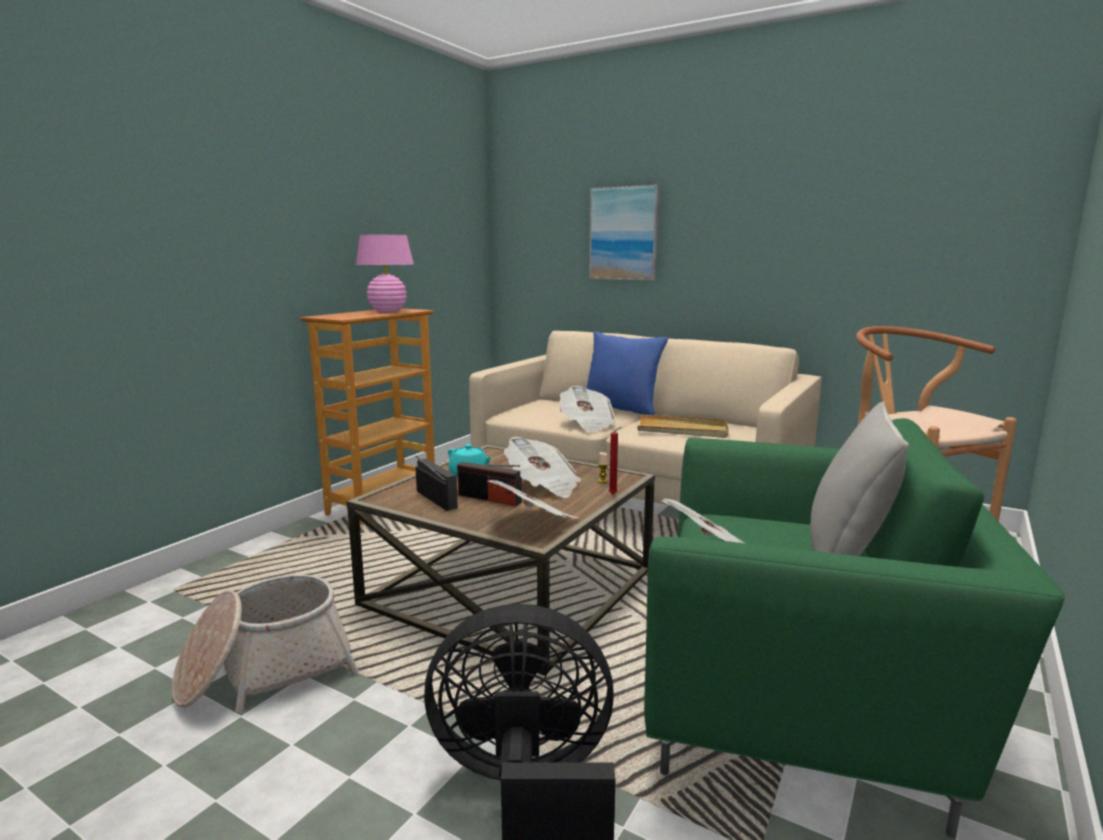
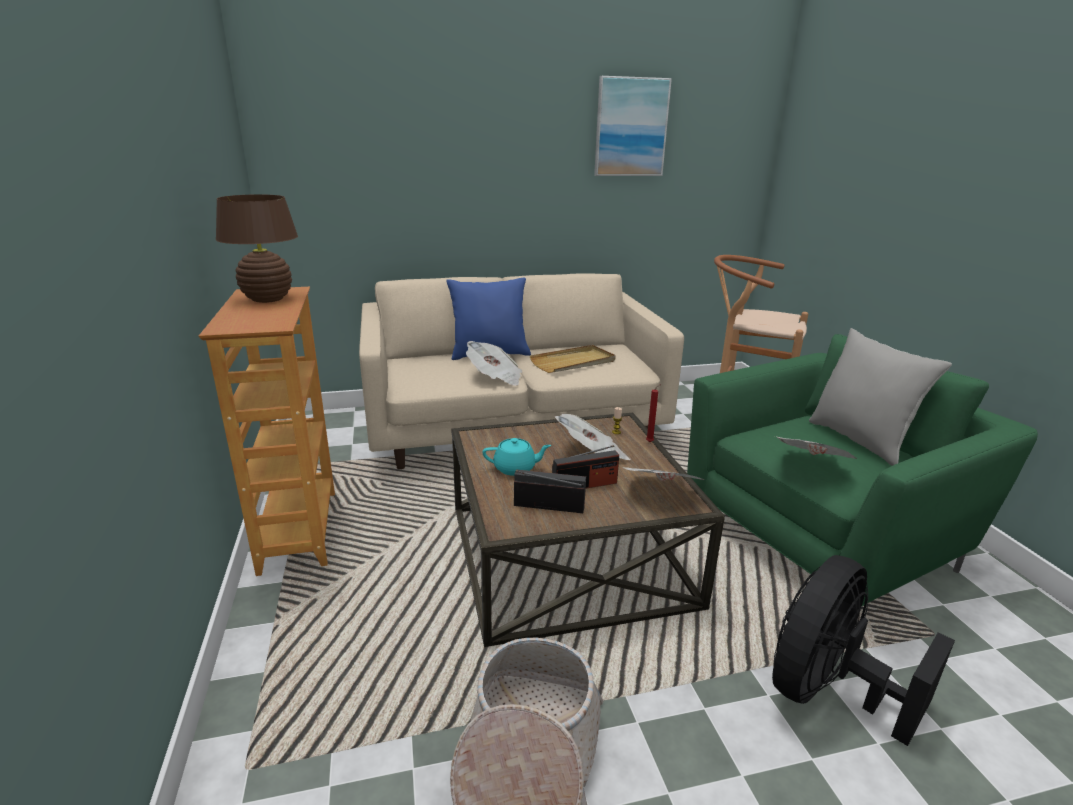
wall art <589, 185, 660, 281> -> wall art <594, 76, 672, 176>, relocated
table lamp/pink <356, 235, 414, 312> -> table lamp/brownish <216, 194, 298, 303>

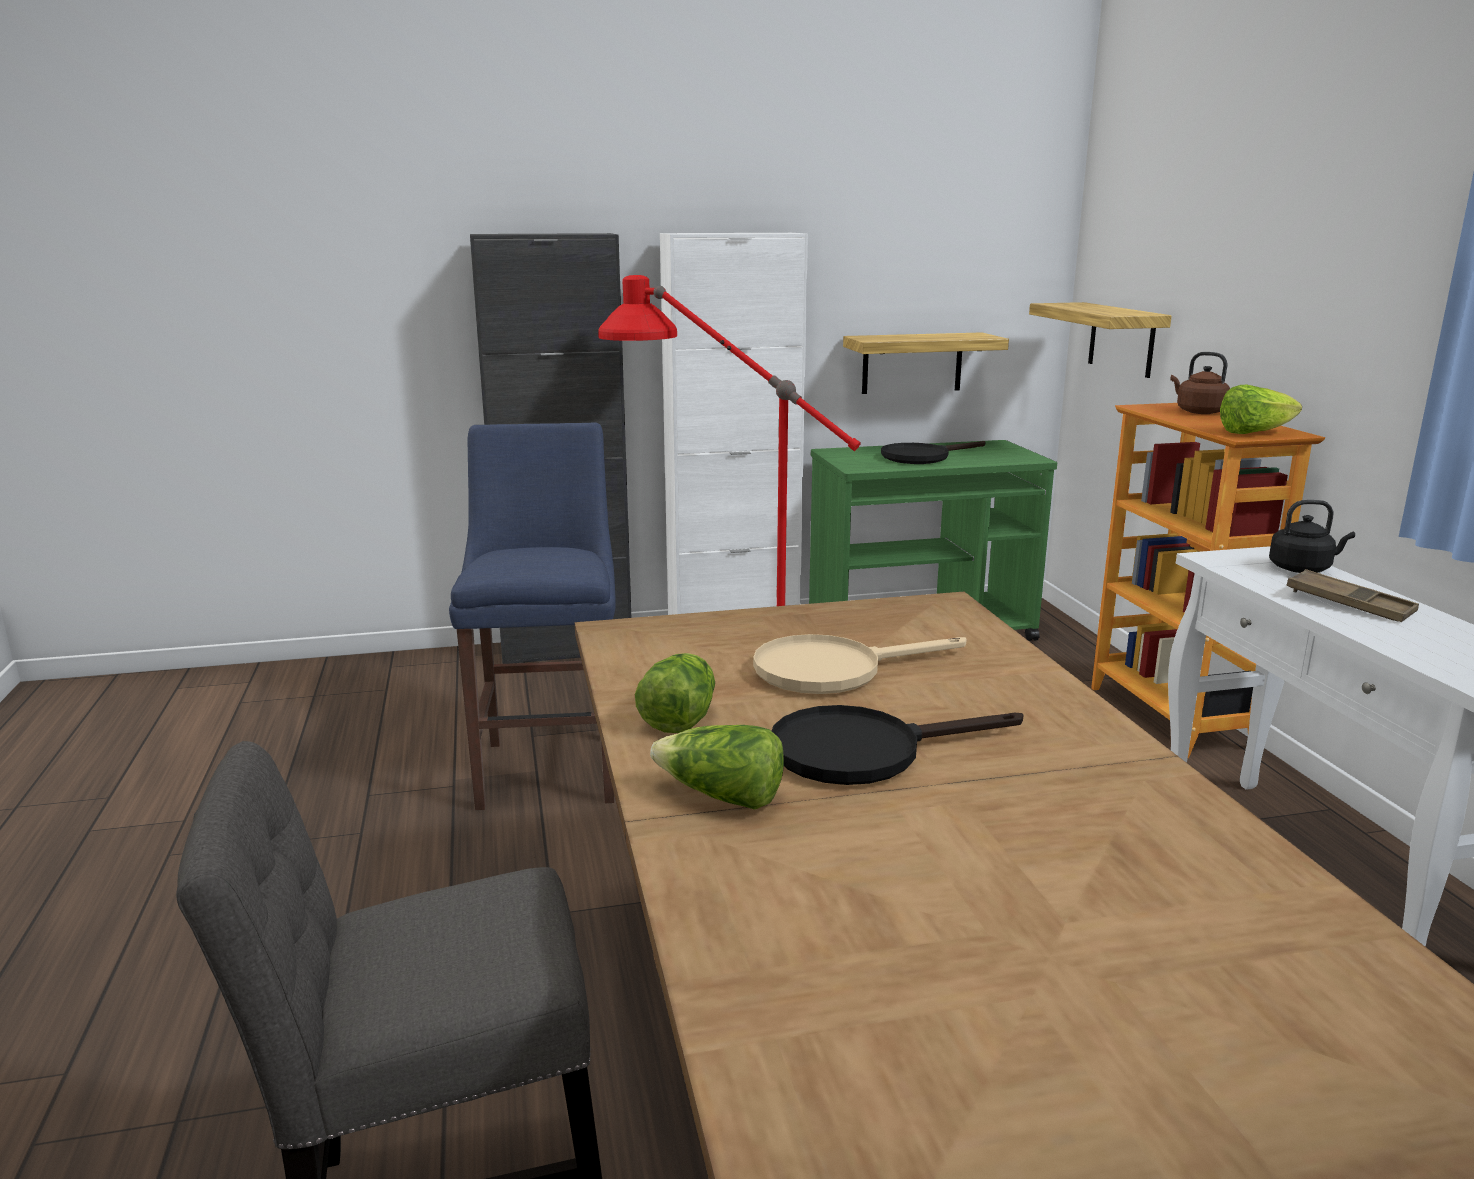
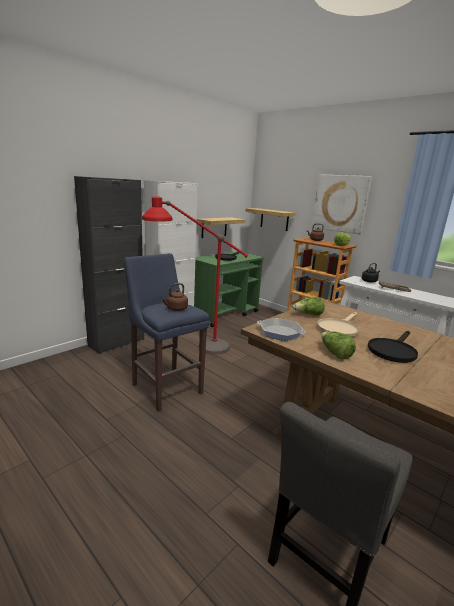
lettuce head <650, 725, 784, 810> -> lettuce head <293, 297, 325, 315>, relocated
none -> wall art <312, 174, 372, 235>
none -> water kettle/brownish <161, 283, 188, 311>
none -> frying pan <257, 318, 306, 341>

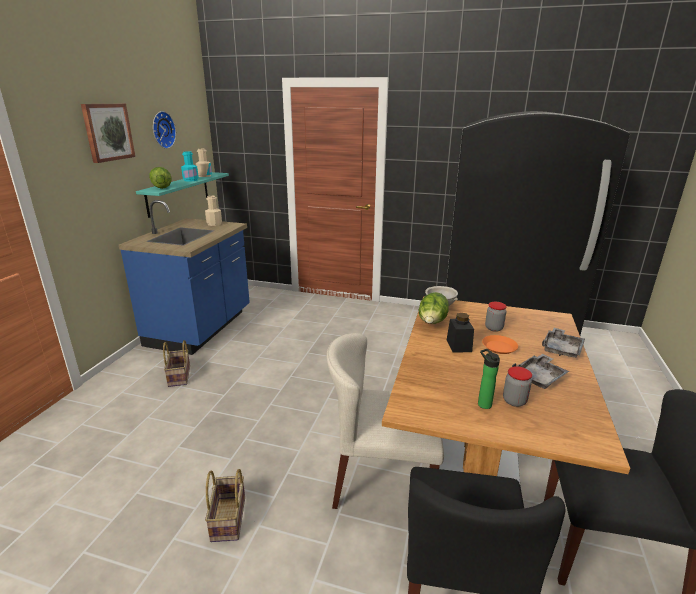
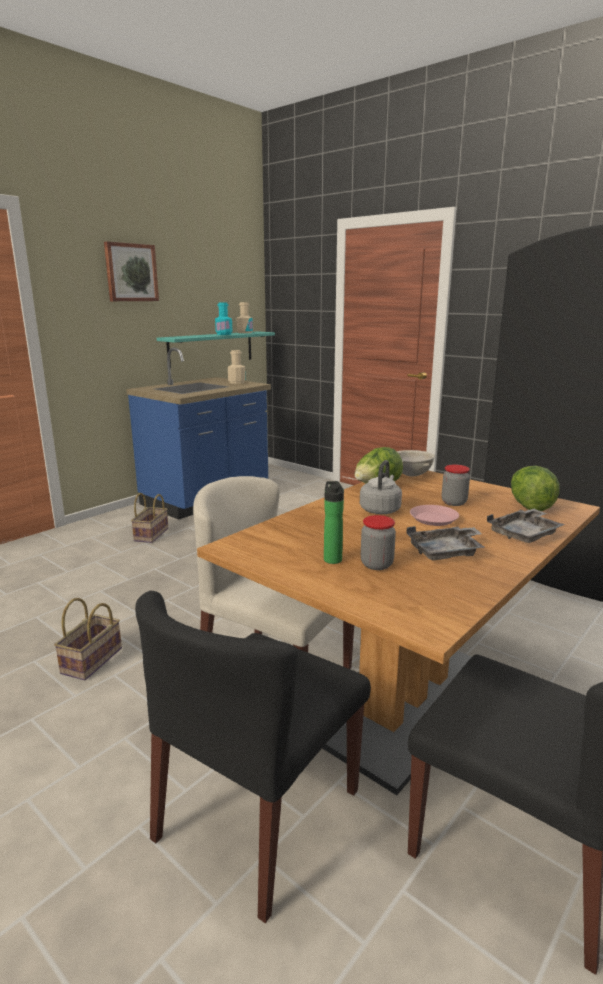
wall clock <153, 111, 176, 149> -> none
lettuce head <149, 167, 172, 189> -> lettuce head <511, 466, 559, 511>, relocated
jar/black <447, 313, 474, 353> -> water kettle/gray <360, 460, 402, 514>
plate/orange-coloured <482, 335, 518, 354> -> plate/pink <410, 505, 459, 526>

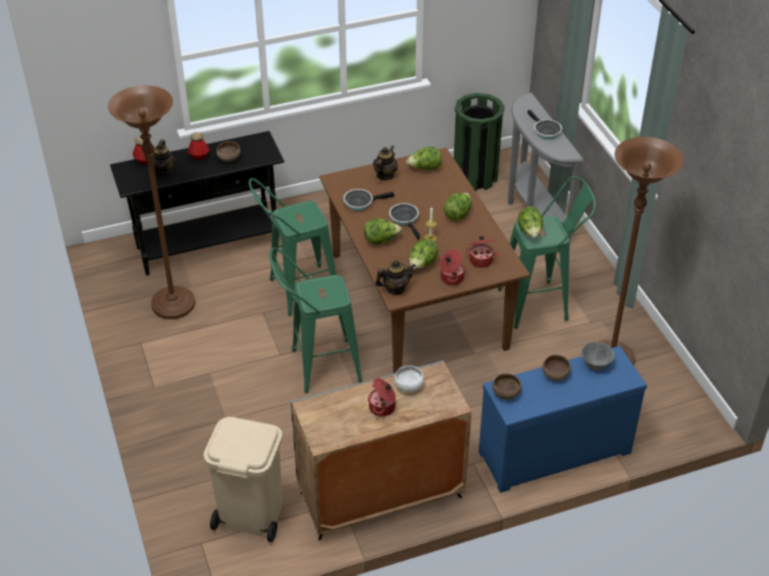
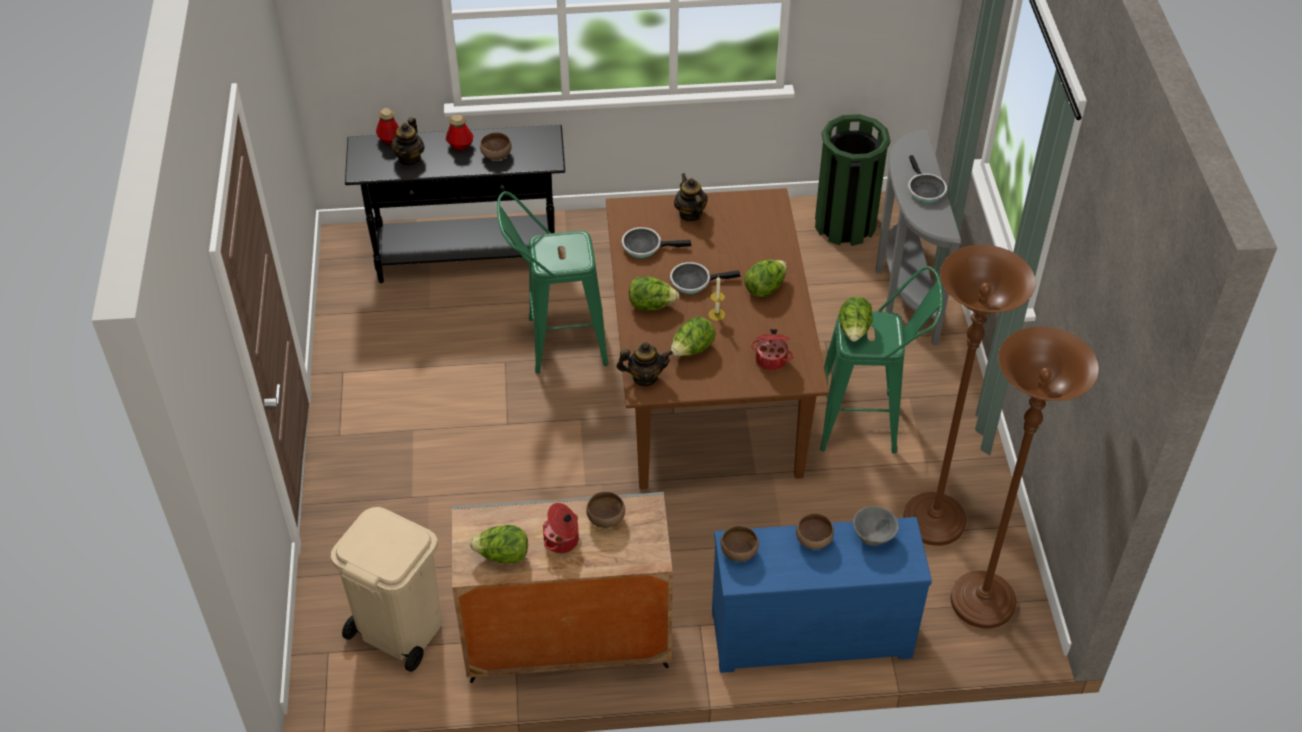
standard lamp/brownish <108, 85, 195, 319> -> standard lamp/brownish <950, 326, 1099, 628>, relocated
teapot <373, 146, 398, 180> -> teapot <674, 173, 708, 222>, 60 degrees counterclockwise
lettuce head <406, 147, 442, 170> -> lettuce head <469, 525, 528, 563>, relocated
frying pan <389, 203, 420, 240> -> frying pan <670, 262, 740, 294>, 90 degrees counterclockwise
stool seat/green-coloured <269, 247, 362, 394> -> none
stockpot <440, 249, 465, 285> -> none
deep dish/white <395, 365, 424, 392> -> deep dish/brownish <586, 492, 625, 528>

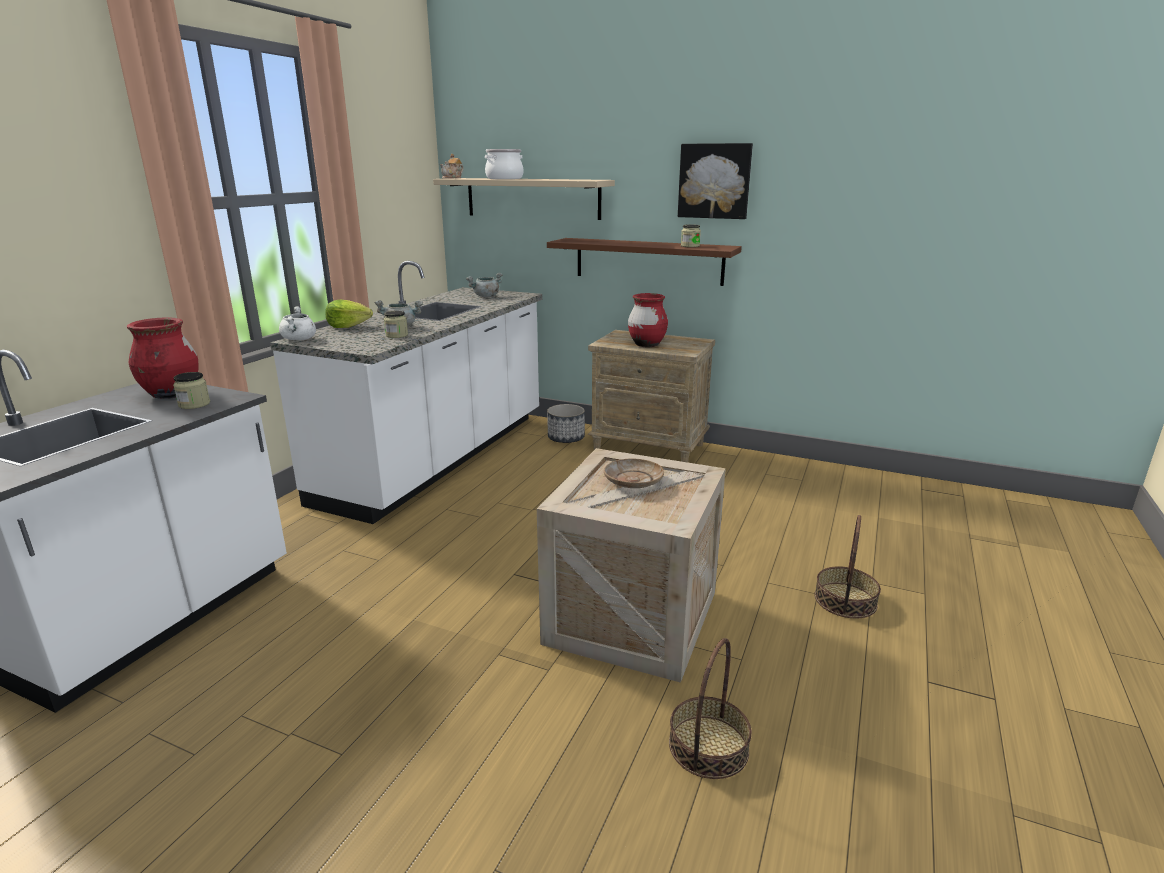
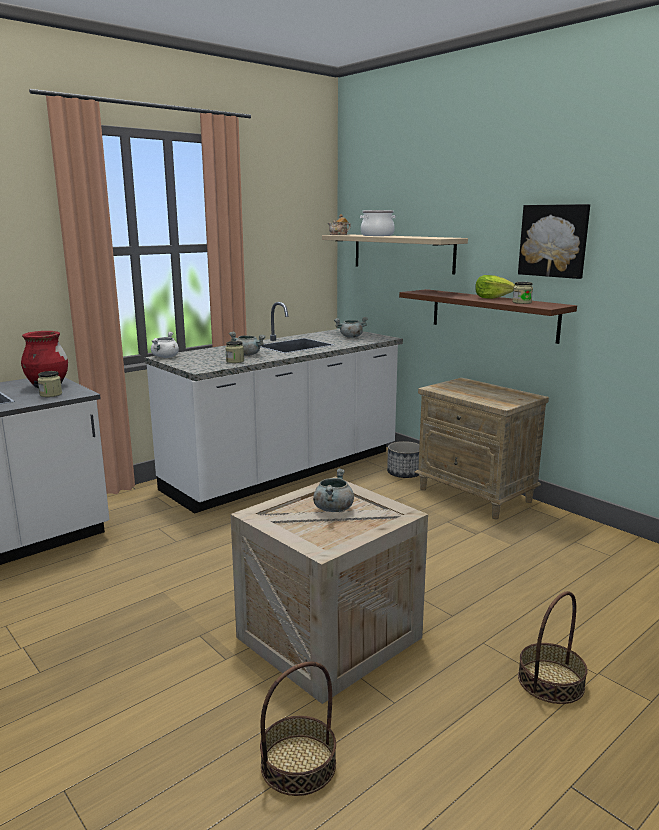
decorative vase/red <628, 293, 668, 347> -> none
lettuce head <325, 300, 373, 328> -> lettuce head <475, 275, 515, 299>, relocated
plate/beige-coloured <604, 459, 664, 488> -> stockpot/gray <313, 469, 354, 512>

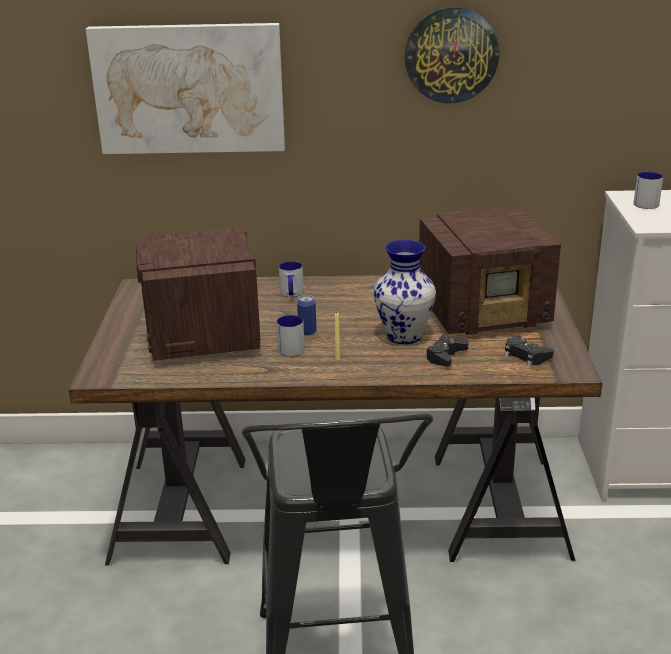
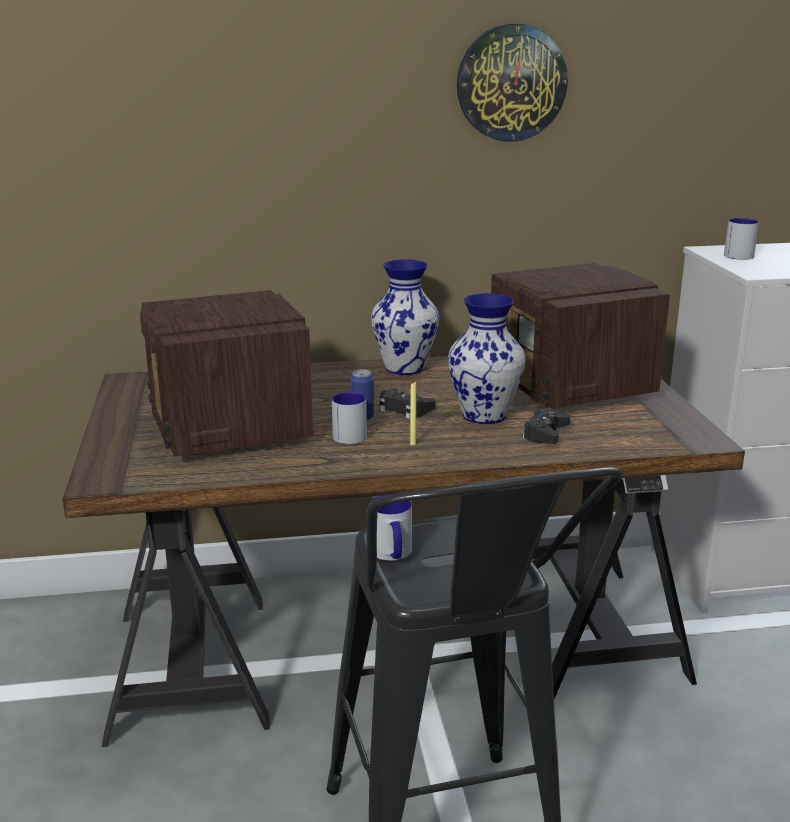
wall art <86, 23, 285, 154> -> none
radio set <419, 207, 561, 335> -> radio set <491, 263, 670, 409>, 90 degrees clockwise
tea mug <279, 261, 303, 297> -> tea mug <369, 495, 412, 561>, relocated
joypad/black <505, 335, 554, 367> -> joypad/black <380, 388, 436, 419>, relocated
none -> decorative vase <371, 259, 439, 375>

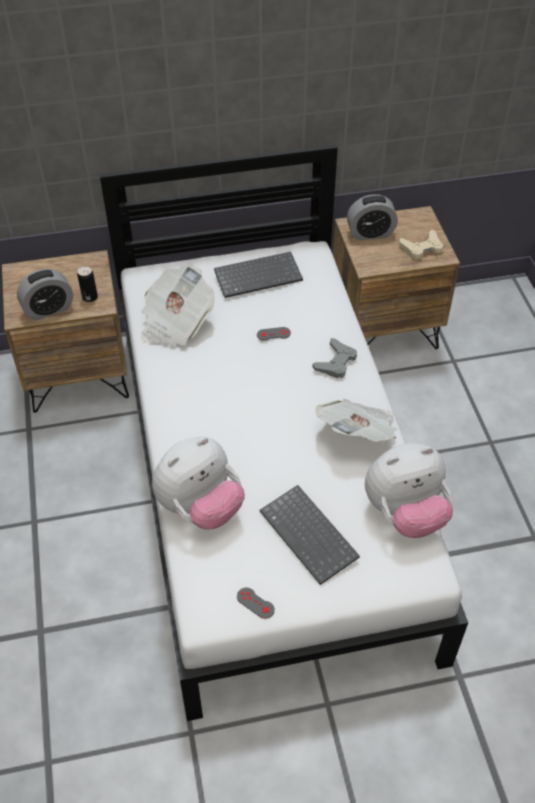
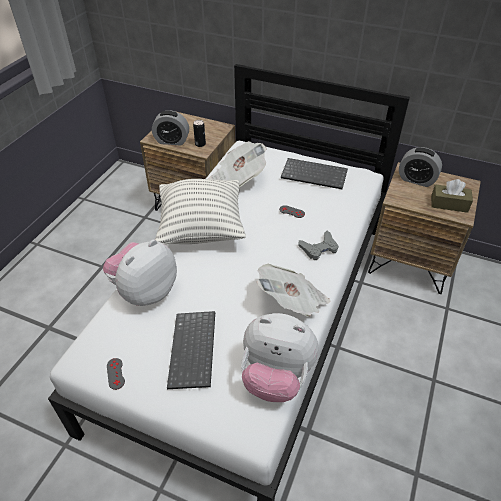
joypad/beige-coloured <399, 229, 443, 260> -> box of tissues/brownish <431, 179, 473, 213>
soft toy <152, 437, 245, 529> -> soft toy <103, 239, 177, 306>, 135 degrees clockwise
none -> pillow <155, 179, 246, 244>

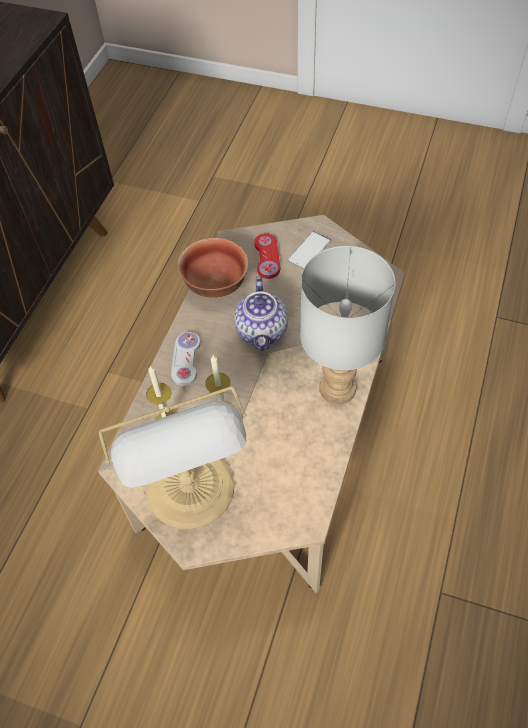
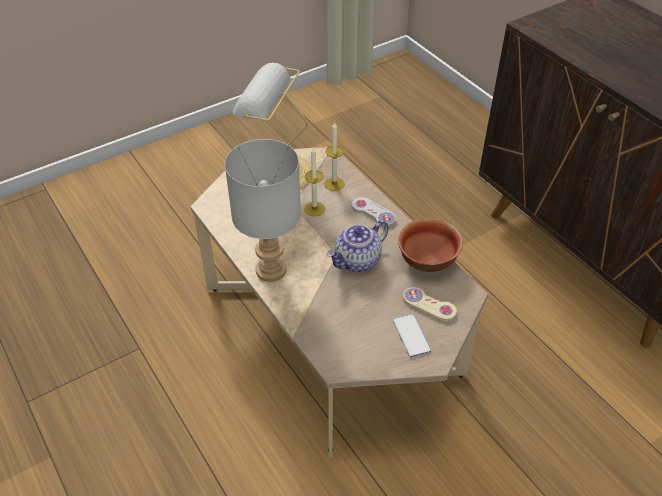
joypad/red <254, 233, 280, 279> -> joypad/beige-coloured <403, 287, 457, 321>
teapot <234, 277, 288, 351> -> teapot <327, 220, 389, 272>, 75 degrees counterclockwise

